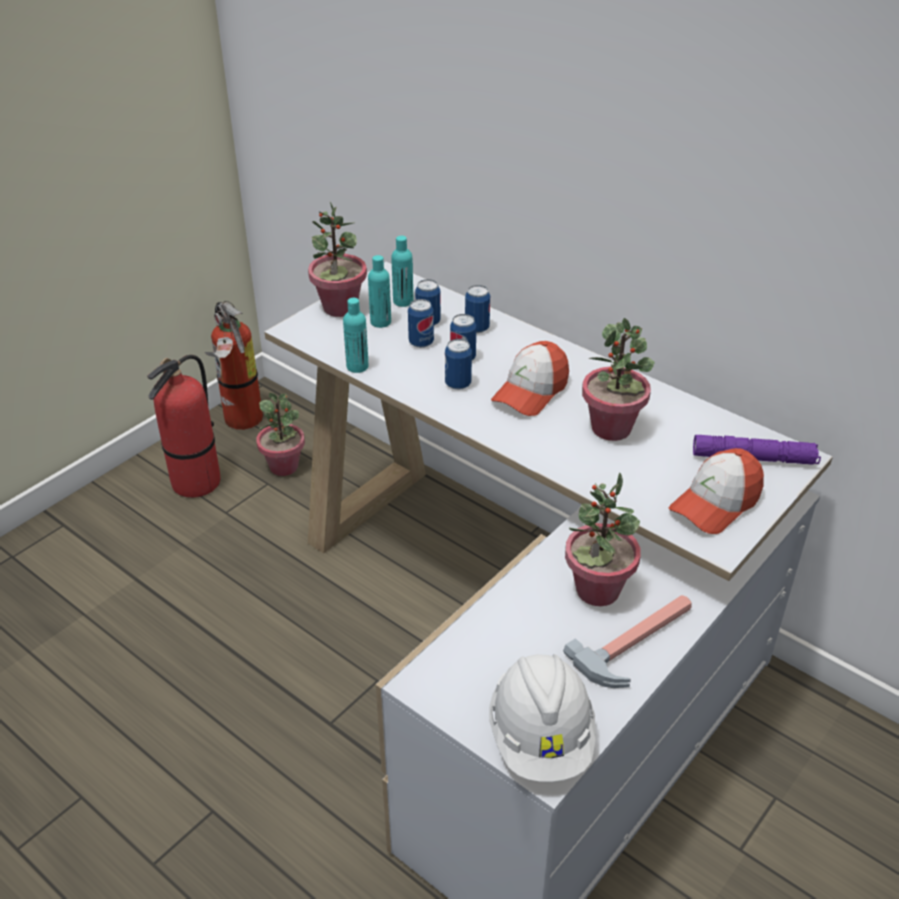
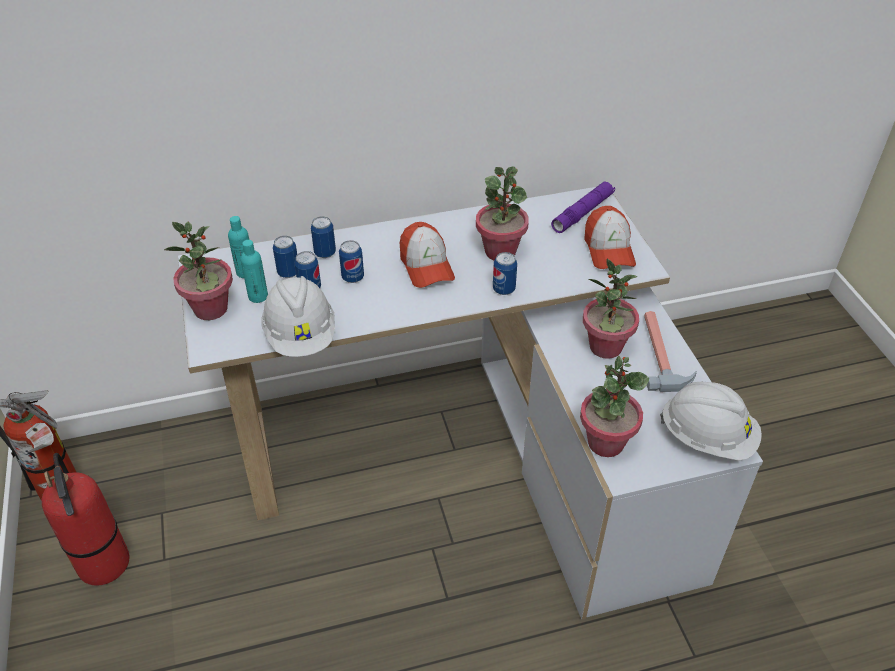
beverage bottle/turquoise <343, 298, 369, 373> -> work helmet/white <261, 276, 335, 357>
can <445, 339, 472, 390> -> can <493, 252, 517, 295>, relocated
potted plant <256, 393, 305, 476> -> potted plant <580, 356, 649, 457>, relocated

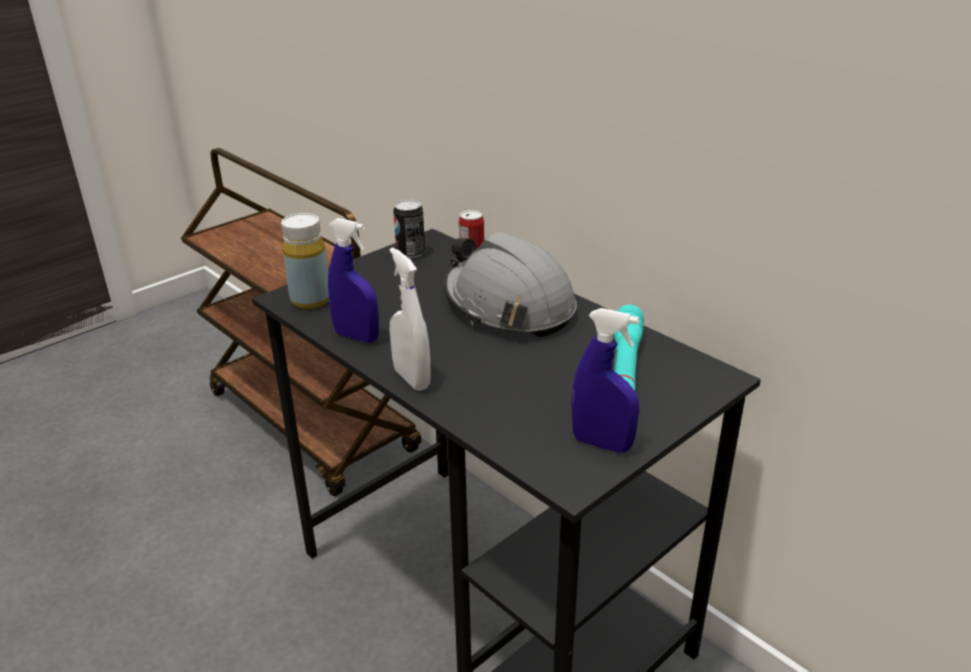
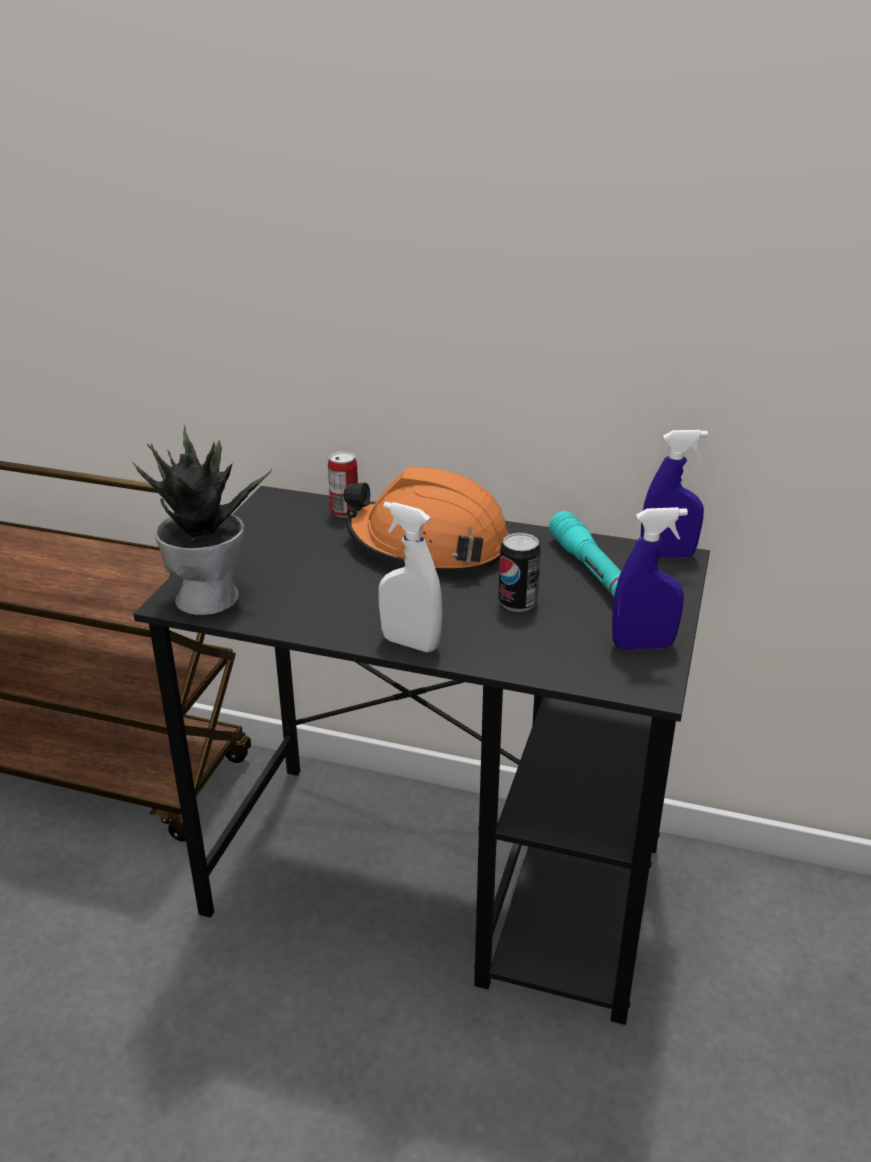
can <393, 200, 425, 259> -> can <498, 533, 541, 612>, relocated
beverage bottle/yellow-coloured <281, 213, 329, 309> -> potted plant <132, 425, 273, 615>
spray bottle/blue-coloured <328, 218, 379, 342> -> spray bottle/blue-coloured <641, 430, 708, 558>, relocated
work helmet/gray <444, 232, 577, 337> -> work helmet/orange-coloured <343, 466, 509, 569>

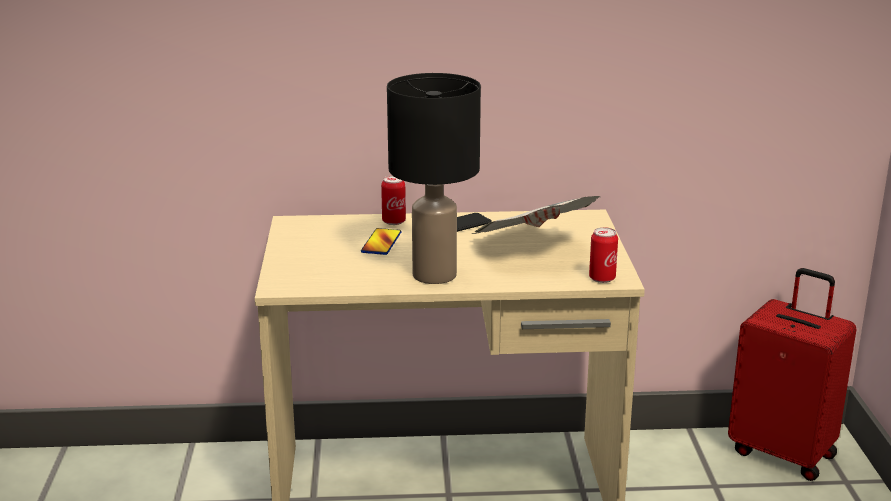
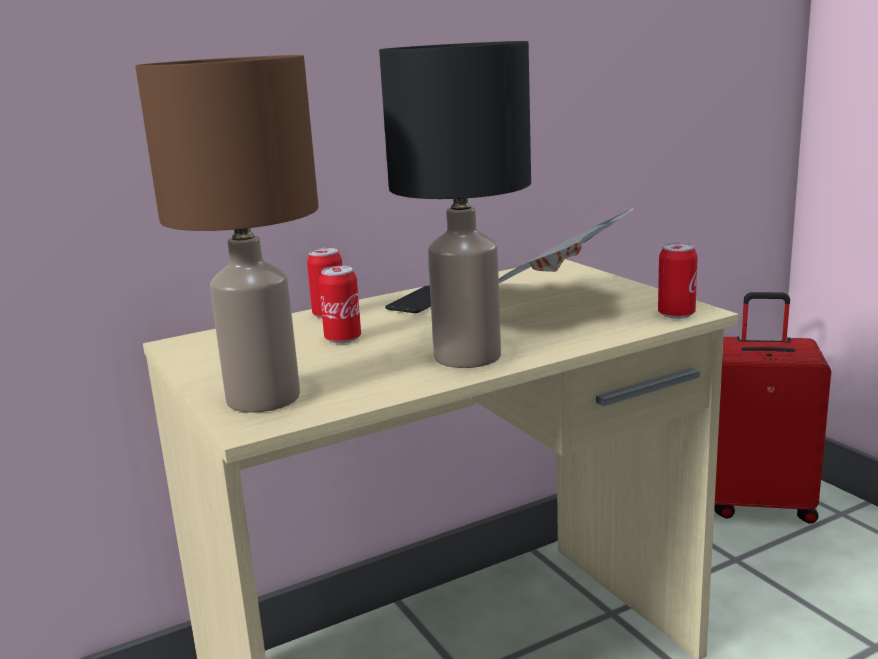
phone <361, 228, 401, 255> -> can <319, 266, 361, 343>
none -> table lamp/brownish <135, 55, 319, 413>

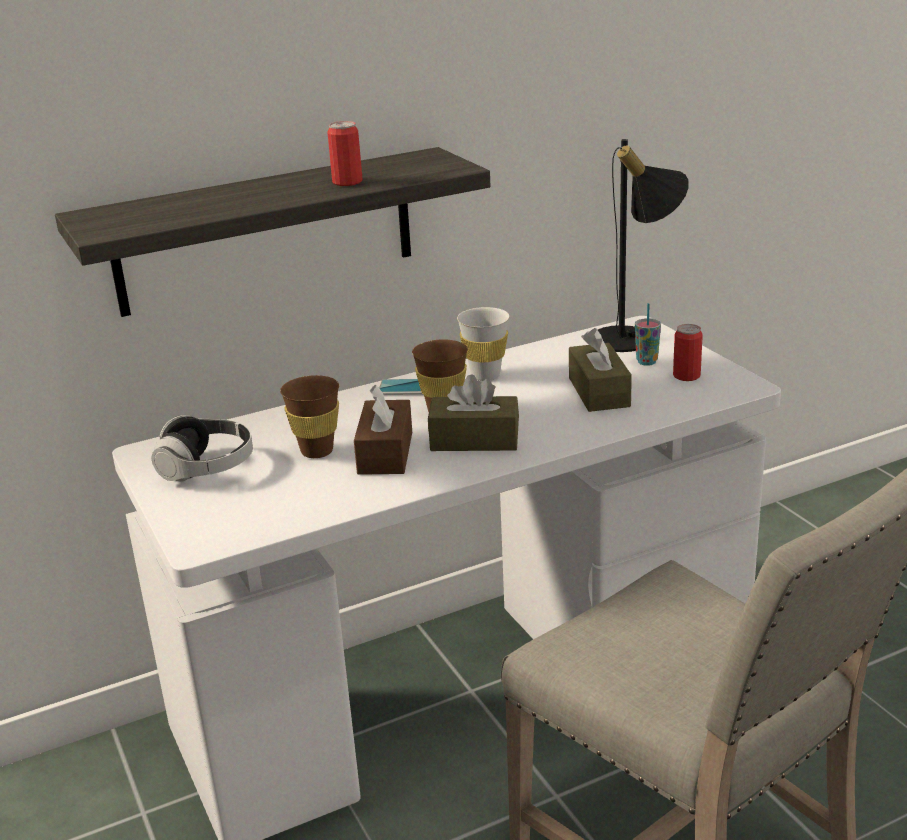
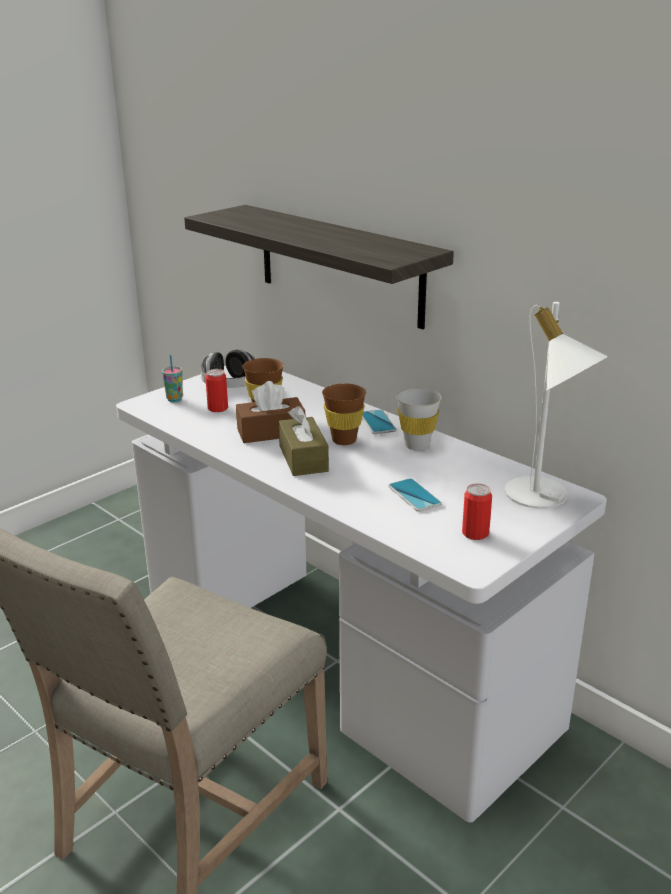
can <327, 121, 363, 186> -> can <205, 369, 228, 412>, relocated
table lamp/black <598, 139, 689, 352> -> table lamp/white <505, 302, 608, 509>
drinking cup <635, 303, 661, 366> -> drinking cup <162, 355, 183, 402>, relocated
box of tissues/brownish <569, 328, 632, 412> -> phone <388, 478, 442, 512>

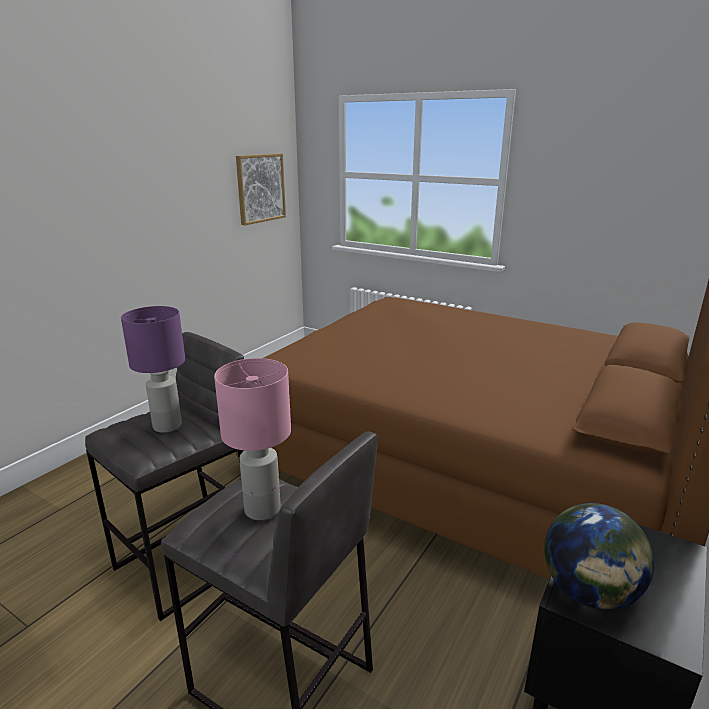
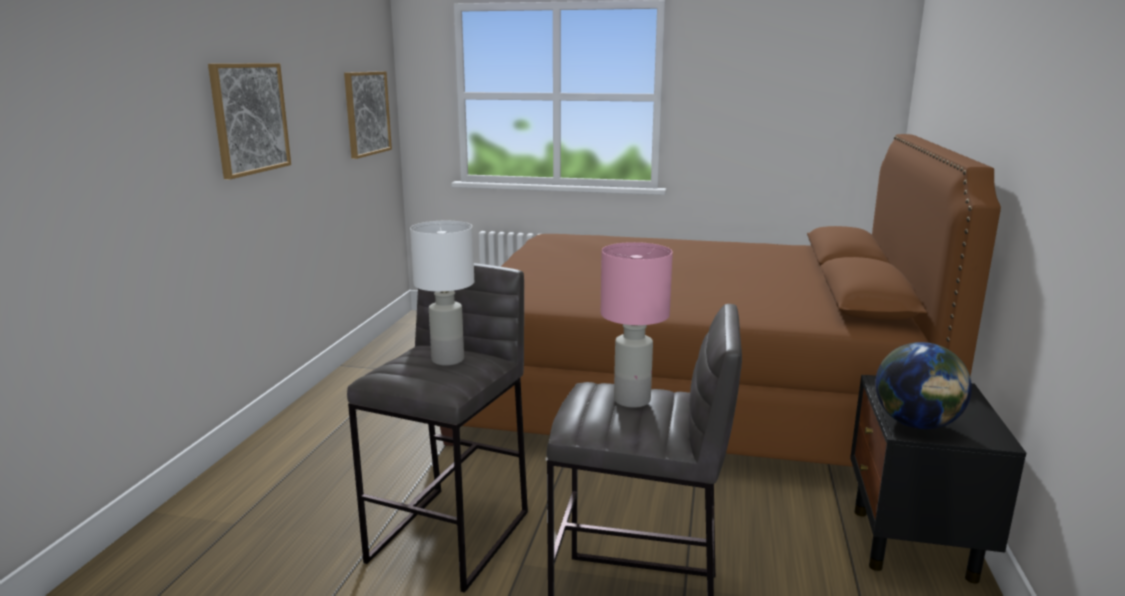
table lamp/purplish <121, 306, 185, 433> -> table lamp/white <410, 221, 474, 365>
none -> wall art <208, 63, 291, 179>

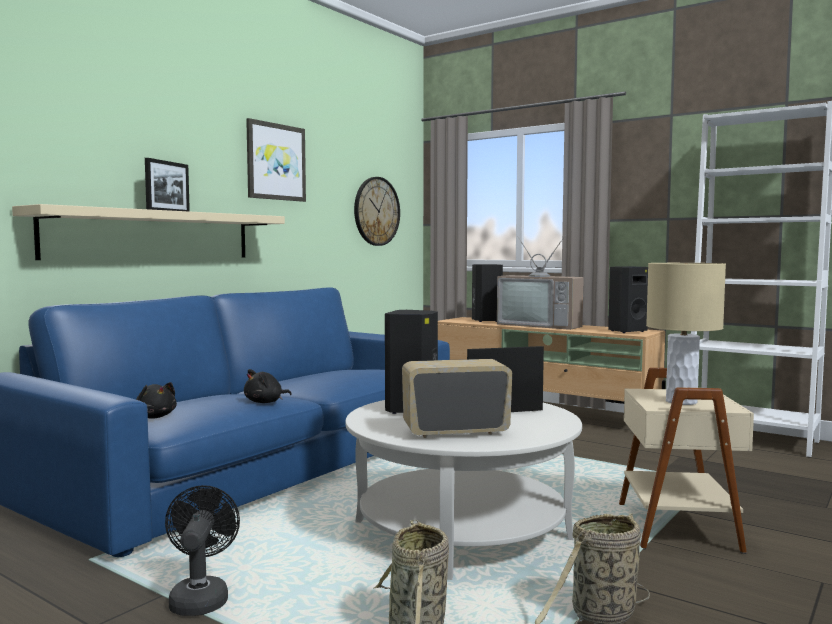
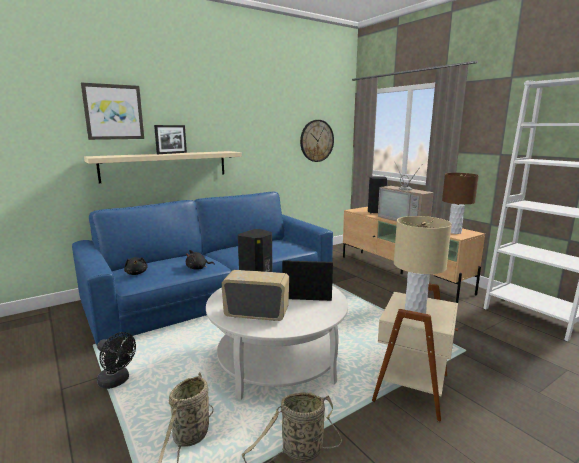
wall art <246, 118, 306, 202> -> wall art <81, 83, 144, 140>, relocated
speaker/black <608, 266, 648, 333> -> table lamp/brownish <442, 173, 479, 234>
cooling fan/black <165, 485, 240, 616> -> cooling fan/black <97, 332, 136, 389>, 105 degrees clockwise

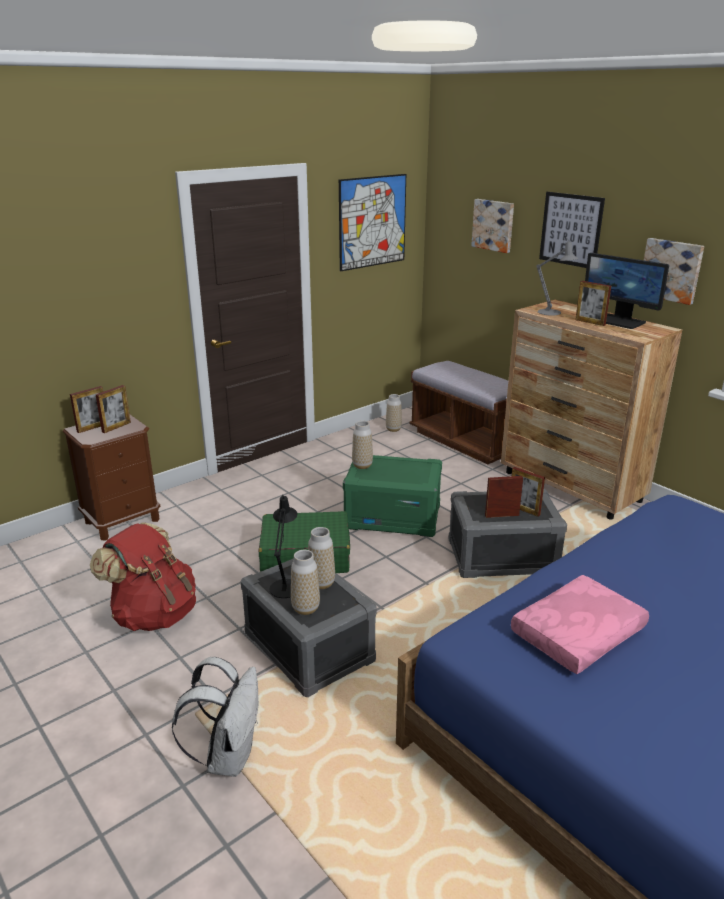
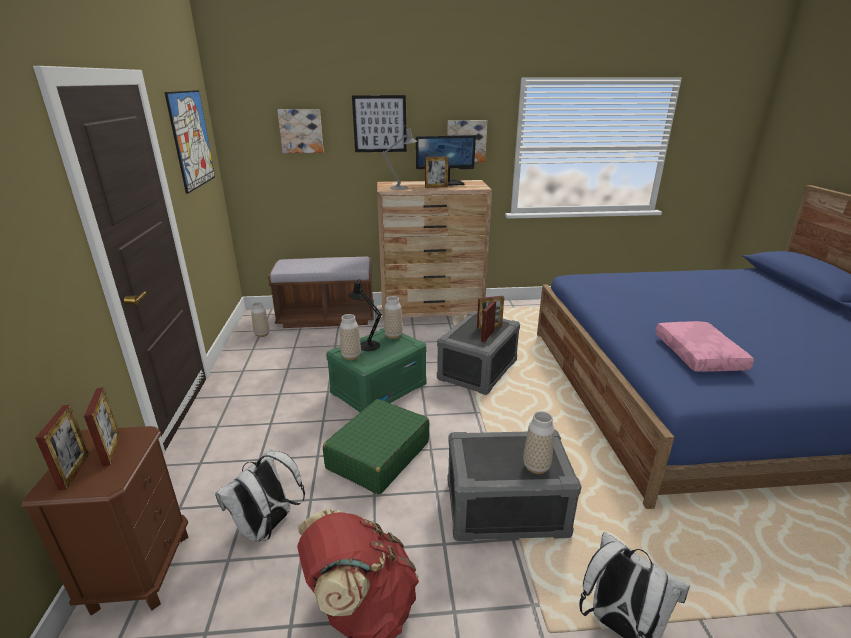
table lamp/black <269, 494, 297, 598> -> table lamp/black <348, 279, 382, 351>, relocated
decorative vase <308, 527, 335, 589> -> decorative vase <384, 296, 403, 339>, relocated
none -> backpack/white <215, 449, 305, 542>

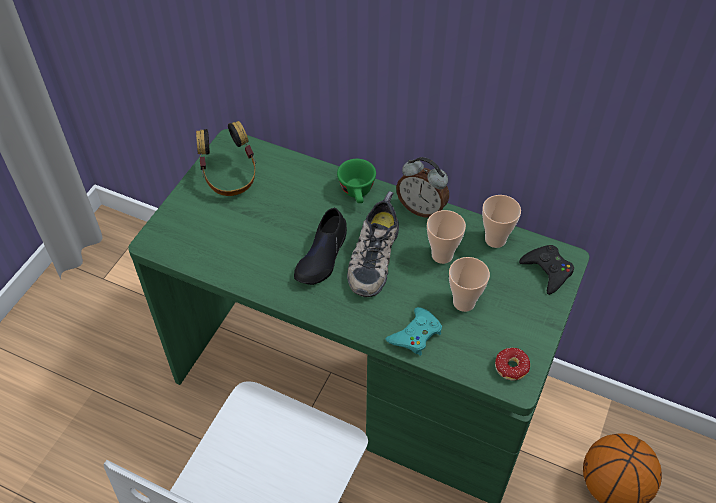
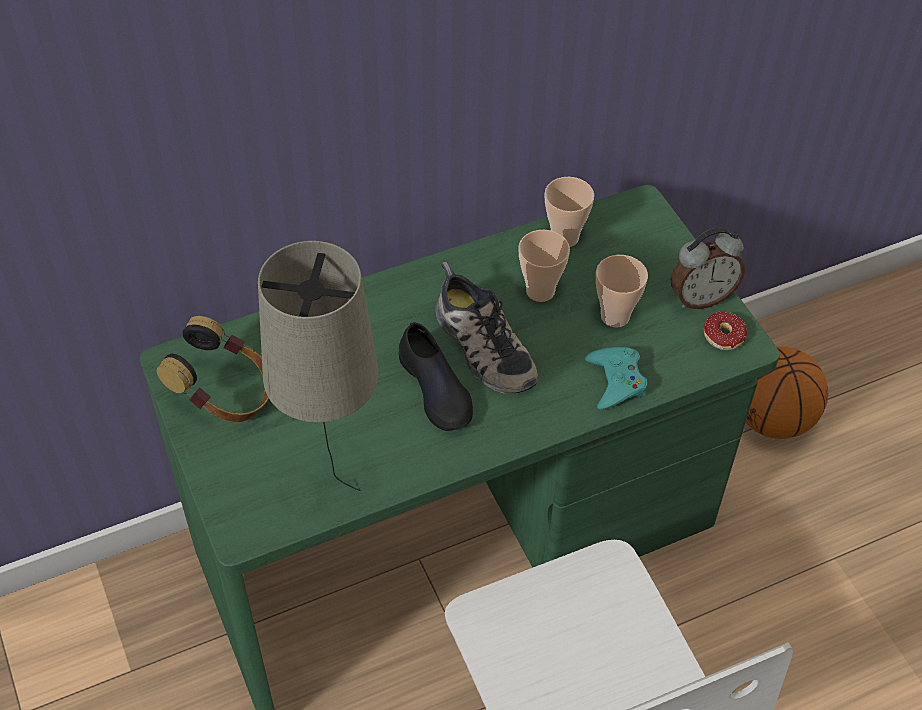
table clock <396, 157, 449, 217> -> table clock <670, 228, 745, 309>, relocated
drinking cup/green-coloured <337, 159, 376, 203> -> none
joypad/black <519, 245, 574, 295> -> none
none -> table lamp/beige-coloured <258, 241, 379, 491>

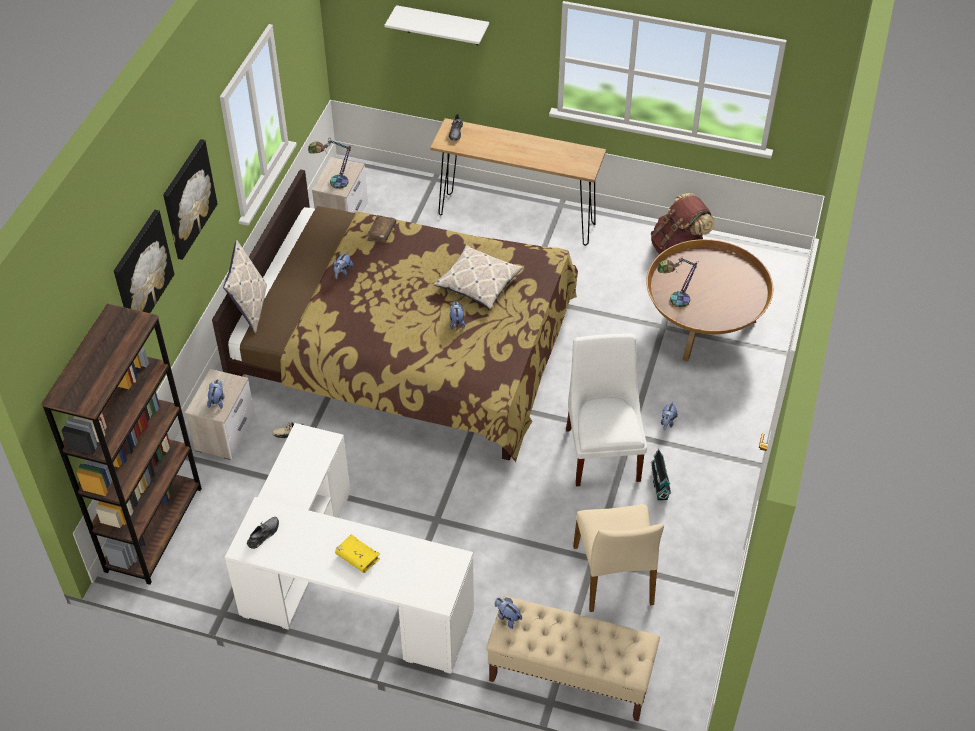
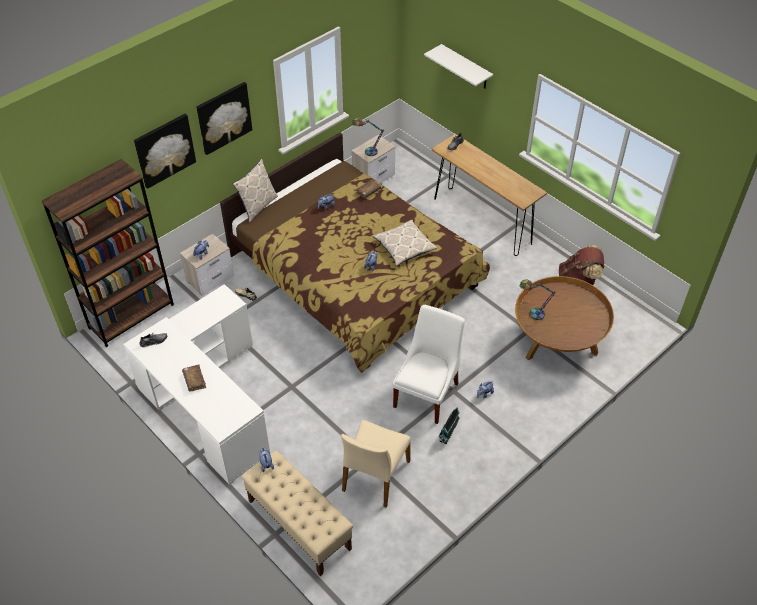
book/yellow-coloured <335, 534, 380, 573> -> book/brownish <182, 365, 206, 392>

